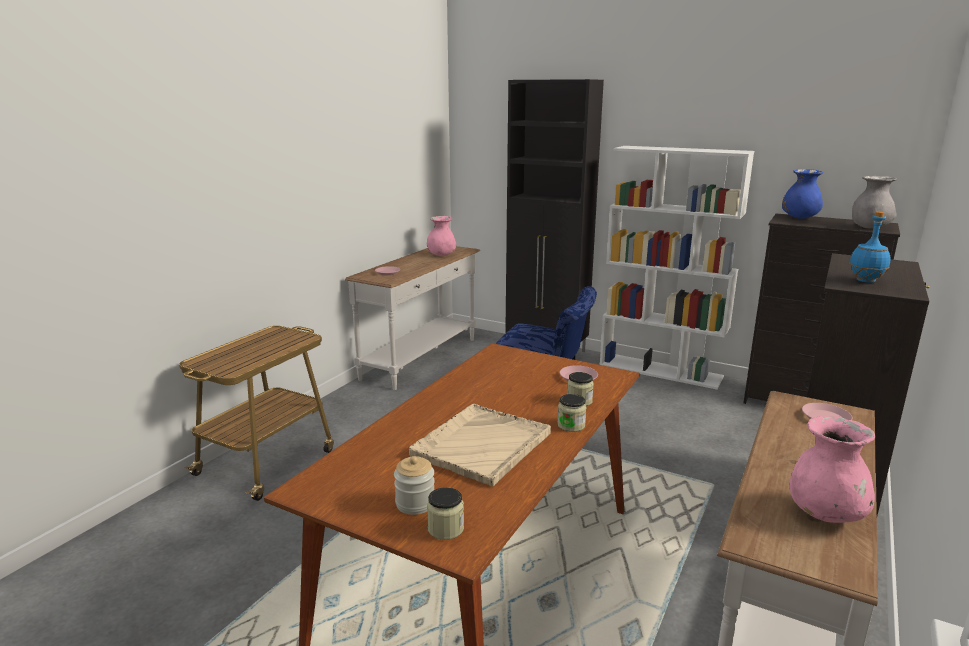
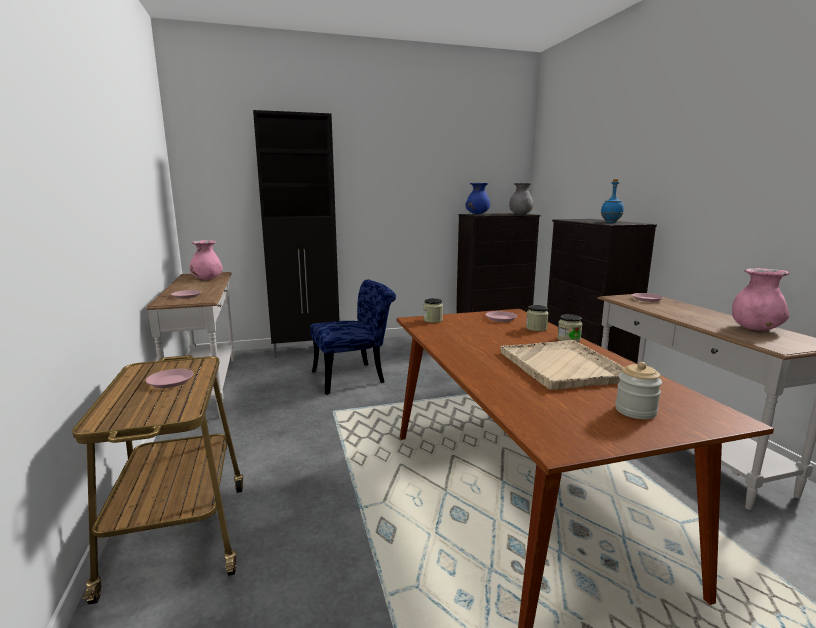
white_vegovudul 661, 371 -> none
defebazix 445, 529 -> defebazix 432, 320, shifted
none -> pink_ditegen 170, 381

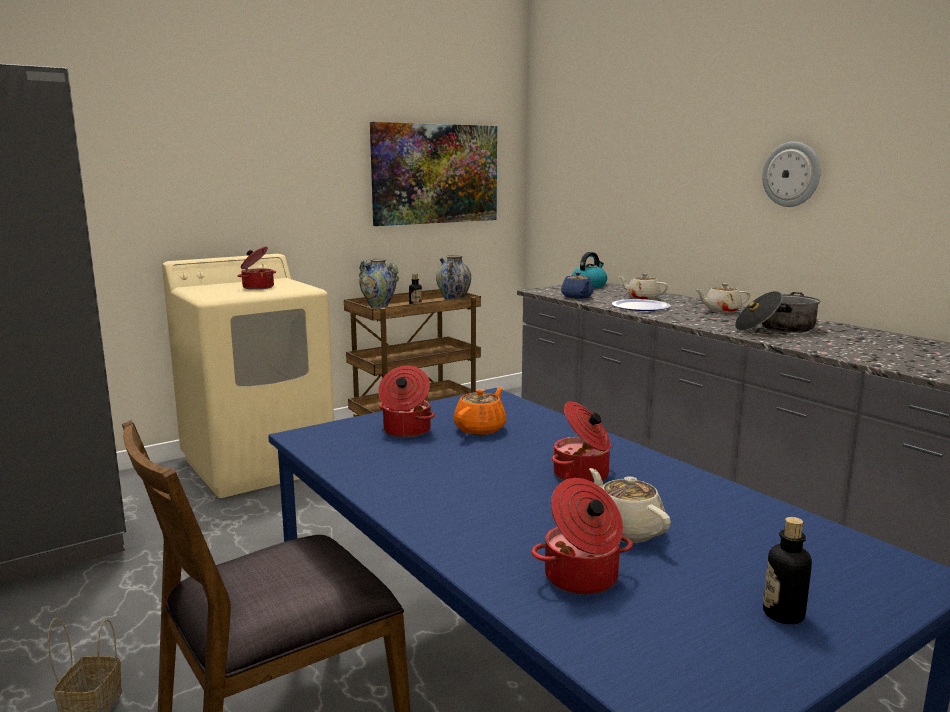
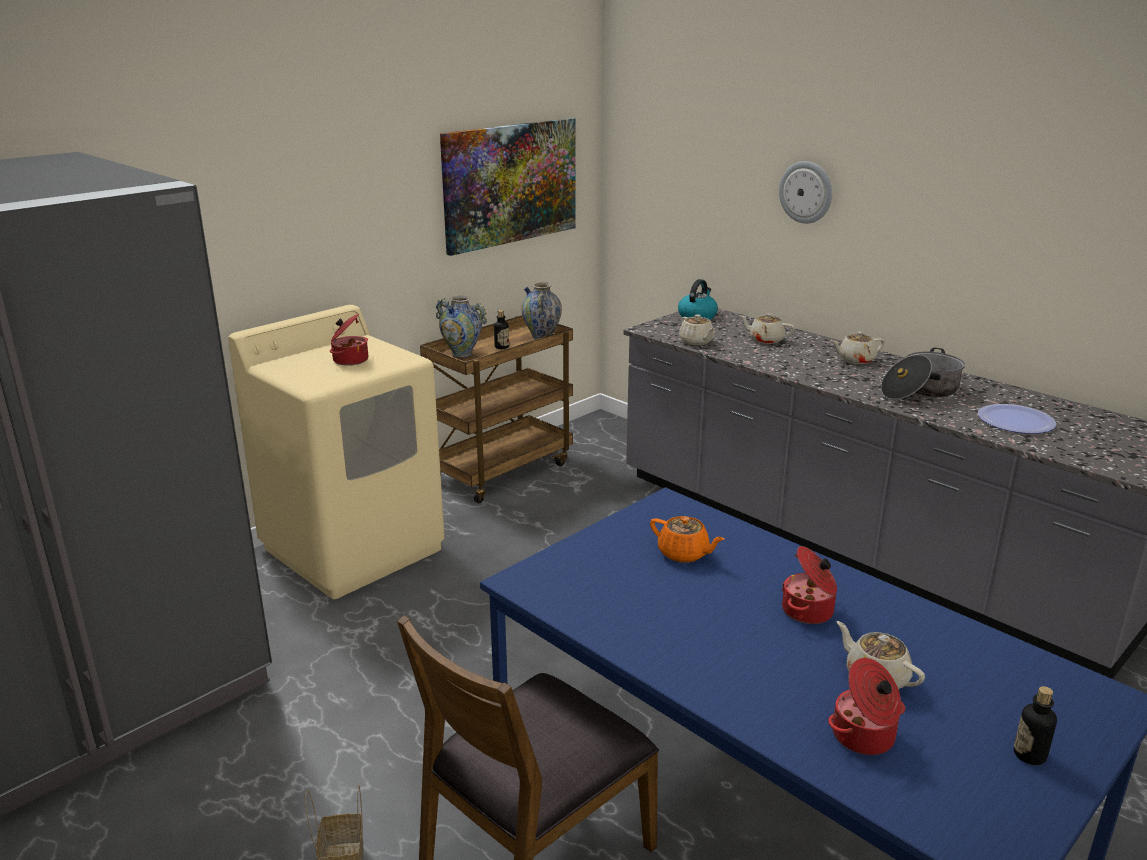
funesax 791, 174 -> funesax 806, 192, shifted
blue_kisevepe 577, 297 -> beige_kisevepe 696, 341
ditegen 640, 307 -> ditegen 1015, 421, shifted
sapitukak 406, 431 -> none
orange_kisevepe 480, 429 -> orange_kisevepe 684, 554, 105 degrees clockwise

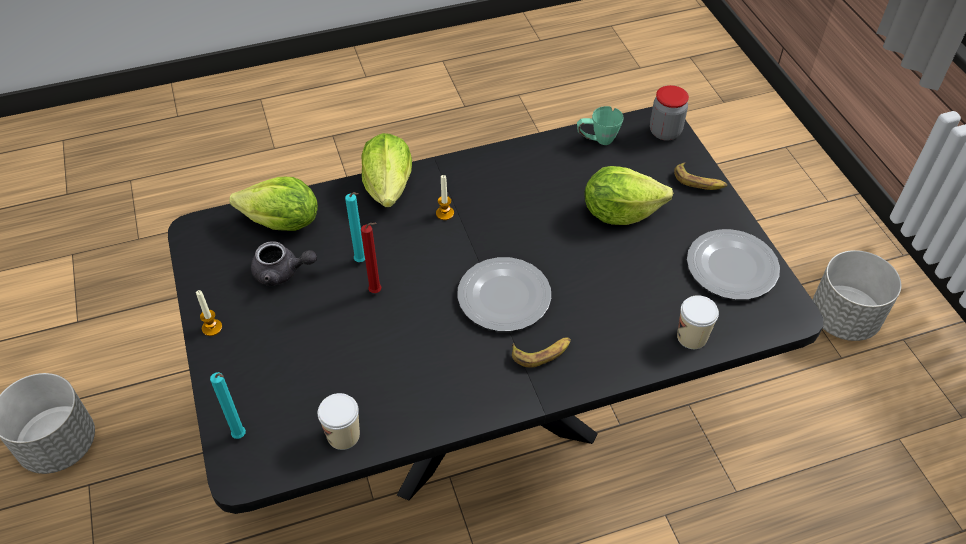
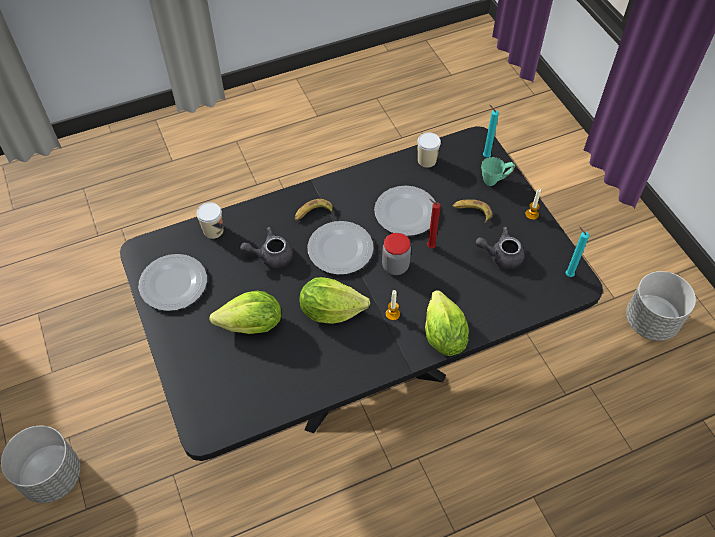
defebazix 665, 132 -> defebazix 395, 266, shifted
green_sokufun 597, 140 -> green_sokufun 495, 180, shifted
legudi 699, 181 -> legudi 472, 212, shifted
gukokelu 282, 223 -> gukokelu 330, 311, shifted
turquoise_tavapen 362, 262 -> turquoise_tavapen 567, 274, shifted
none -> ditegen 405, 212
none -> grey_kisevepe 270, 256

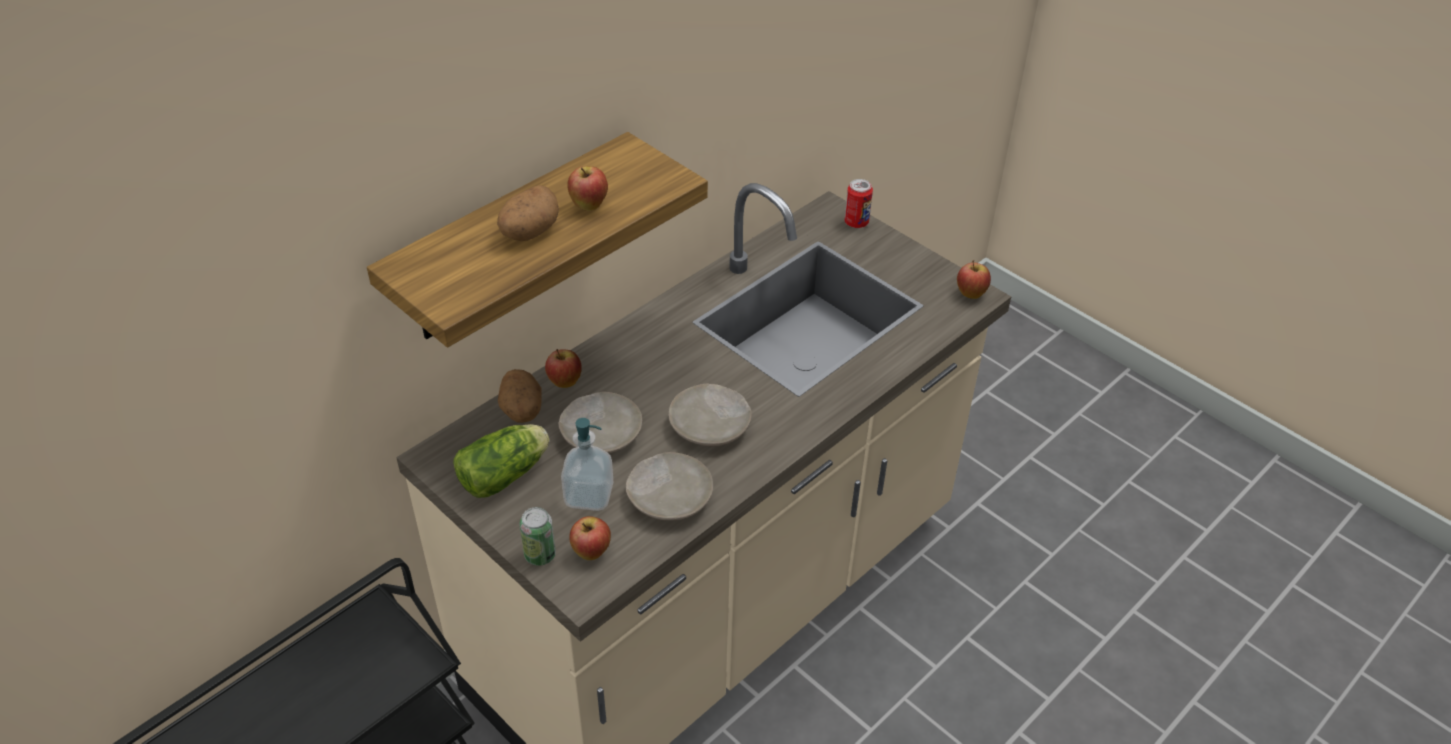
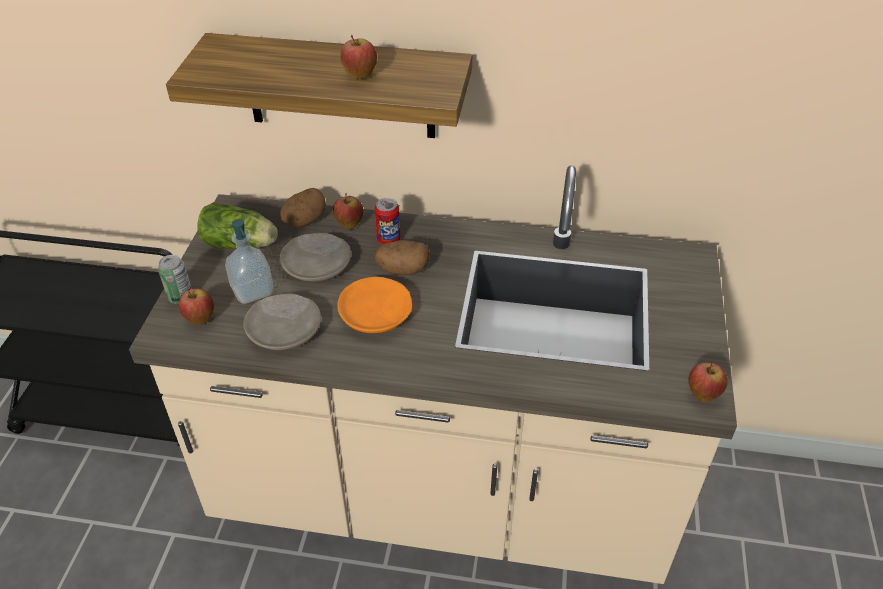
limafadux 856, 222 -> limafadux 388, 239, shifted
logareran 529, 232 -> logareran 402, 269, shifted
beige_ditegen 710, 425 -> orange_ditegen 376, 315

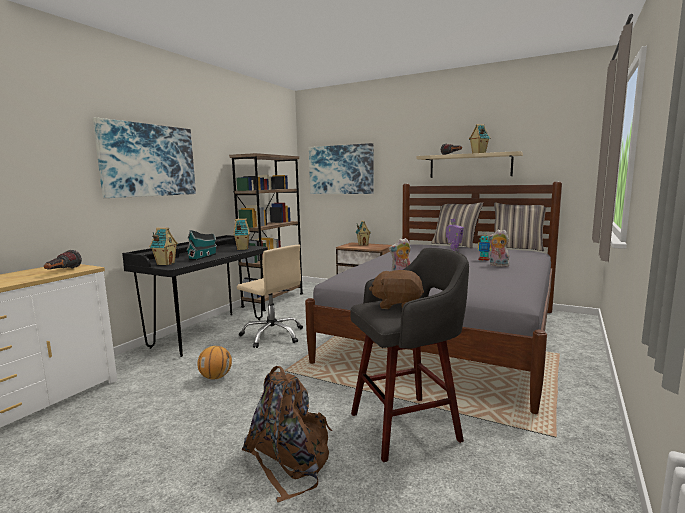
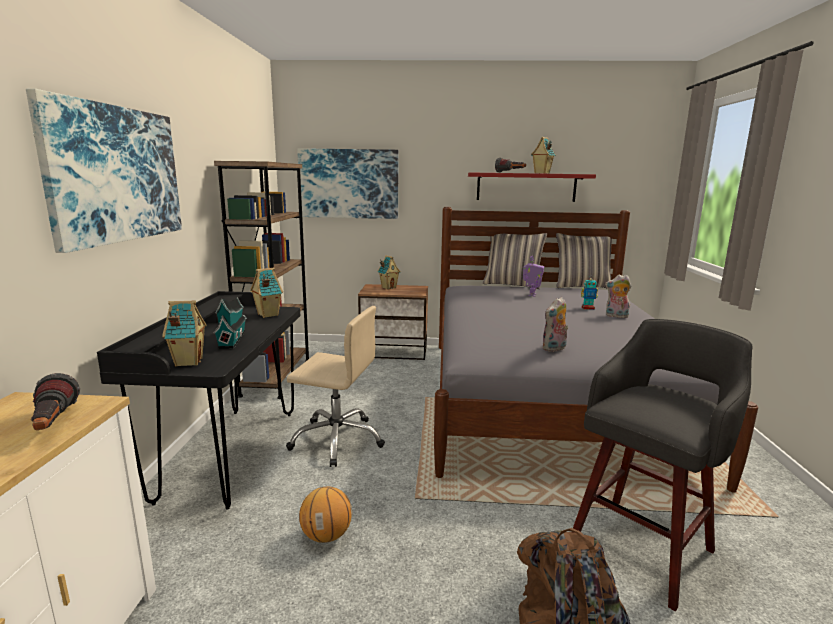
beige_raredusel 470, 166 -> red_raredusel 526, 187
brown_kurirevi 397, 305 -> none

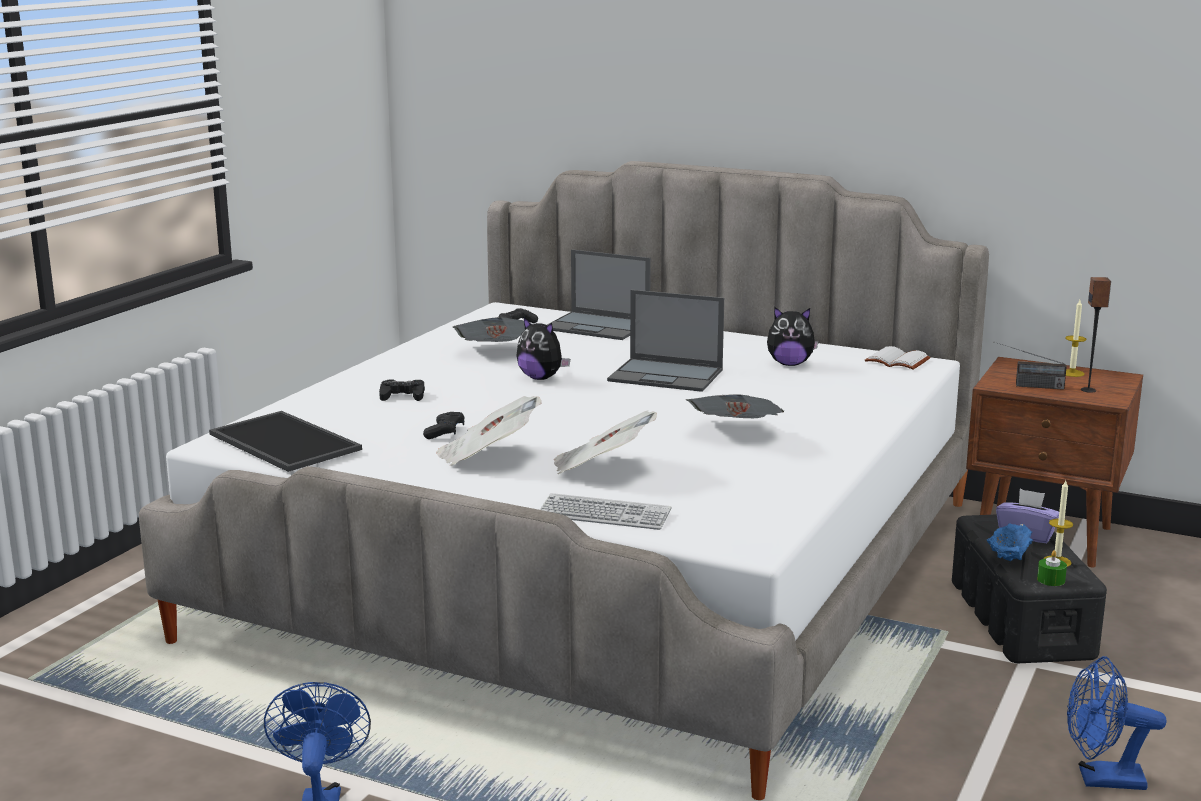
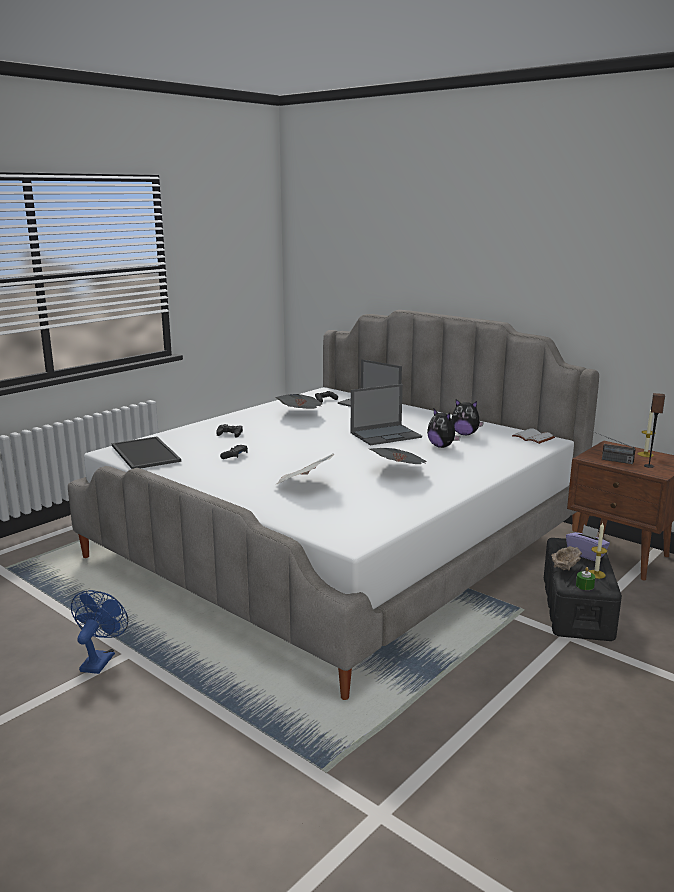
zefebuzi 667, 376 -> zefebuzi 386, 435, 60 degrees counterclockwise
kurirevi 541, 378 -> kurirevi 442, 446, shifted
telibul 487, 457 -> none
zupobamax 604, 514 -> none
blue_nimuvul 1007, 558 -> beige_nimuvul 564, 568
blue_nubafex 1101, 779 -> none

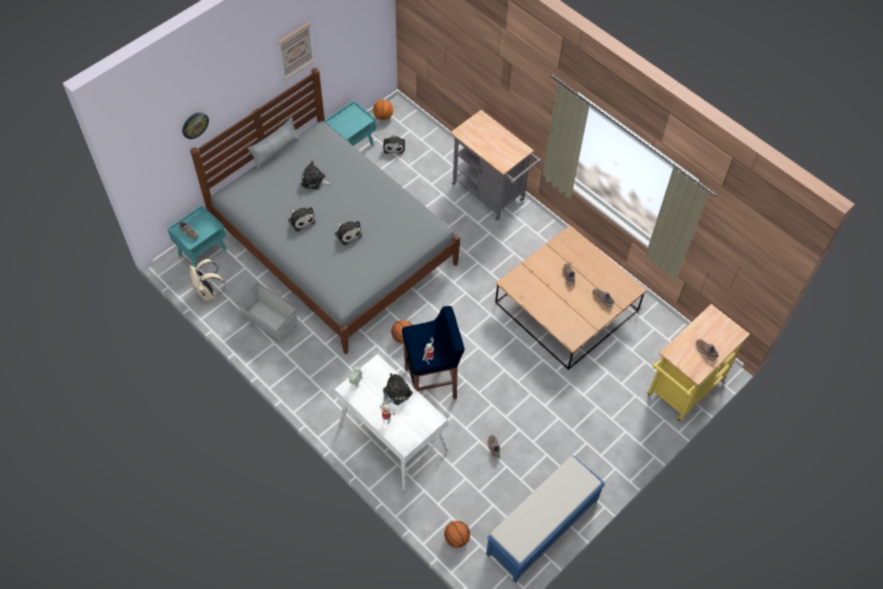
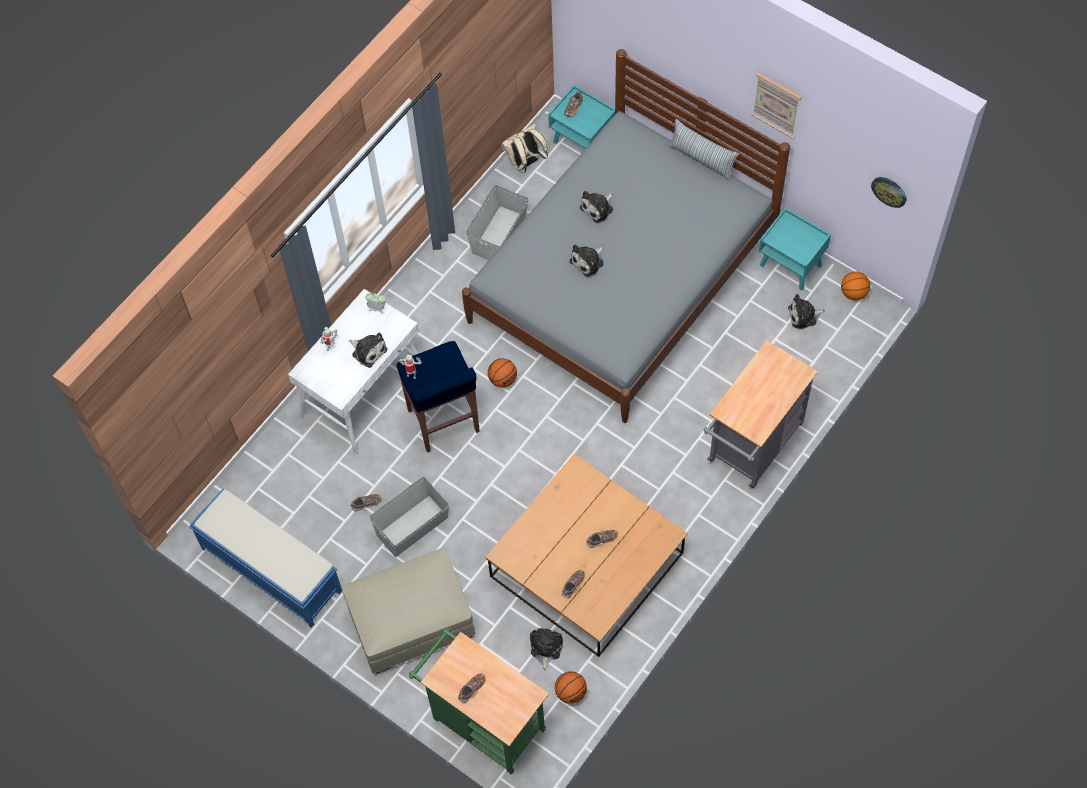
funesax 194, 125 -> funesax 889, 191, shifted
kurirevi 314, 181 -> kurirevi 545, 647, shifted
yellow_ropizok 682, 390 -> green_ropizok 483, 721
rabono 456, 538 -> rabono 571, 692, shifted
none -> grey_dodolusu 411, 526
none -> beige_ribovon 412, 621

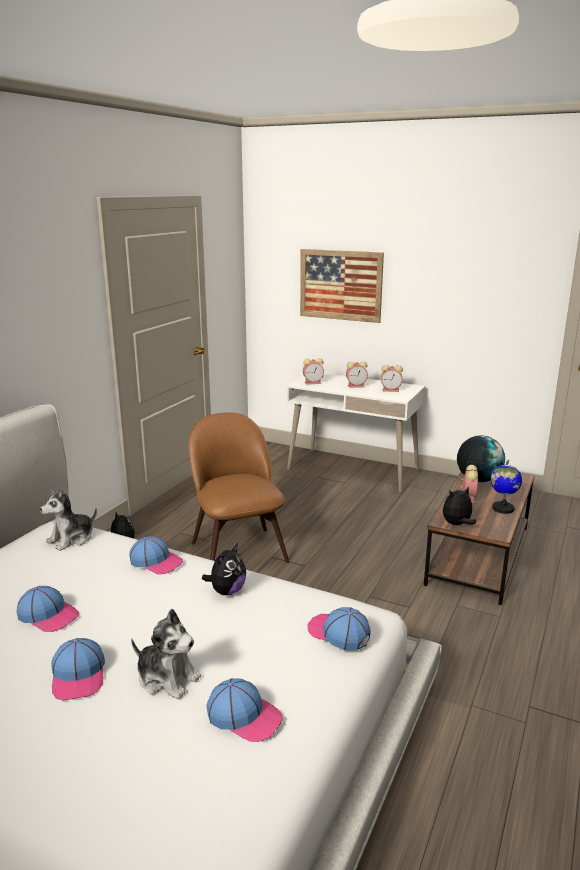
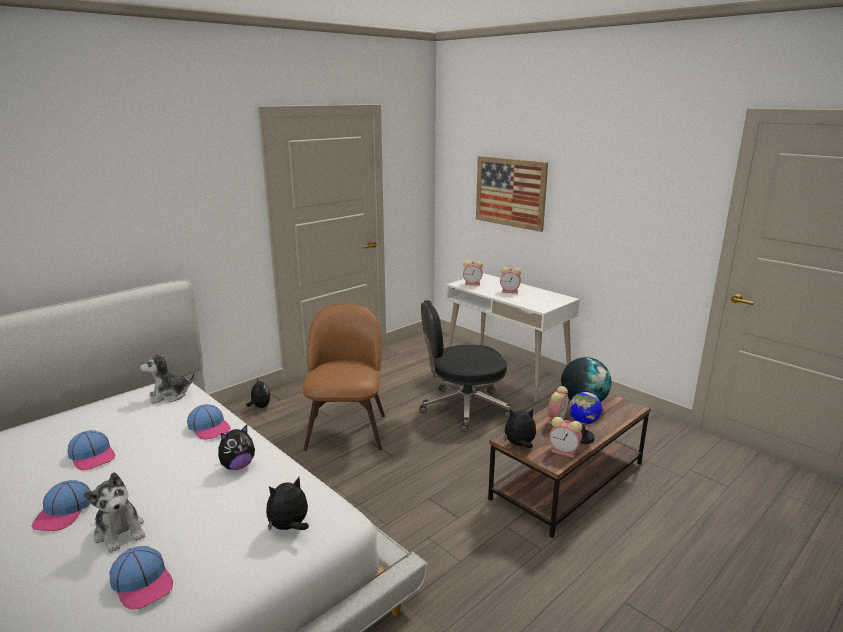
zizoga 391, 390 -> zizoga 565, 452, shifted
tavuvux 338, 633 -> kurirevi 289, 527
none -> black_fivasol 463, 408

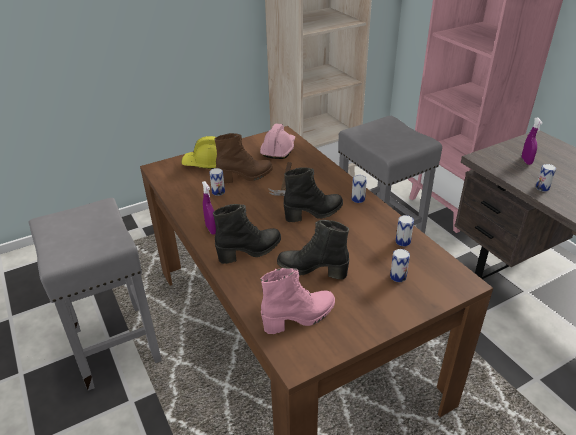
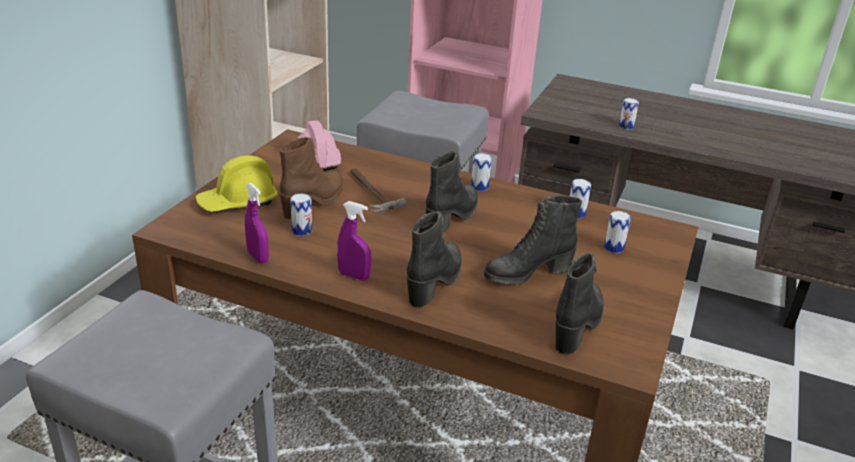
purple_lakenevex 526, 161 -> purple_lakenevex 258, 257, shifted
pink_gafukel 300, 318 -> black_gafukel 577, 325

